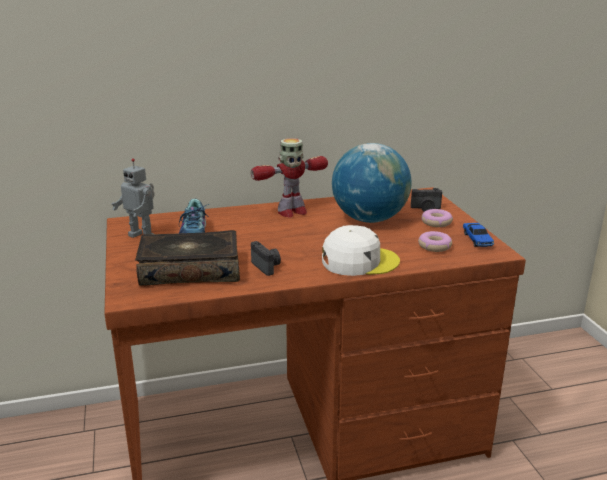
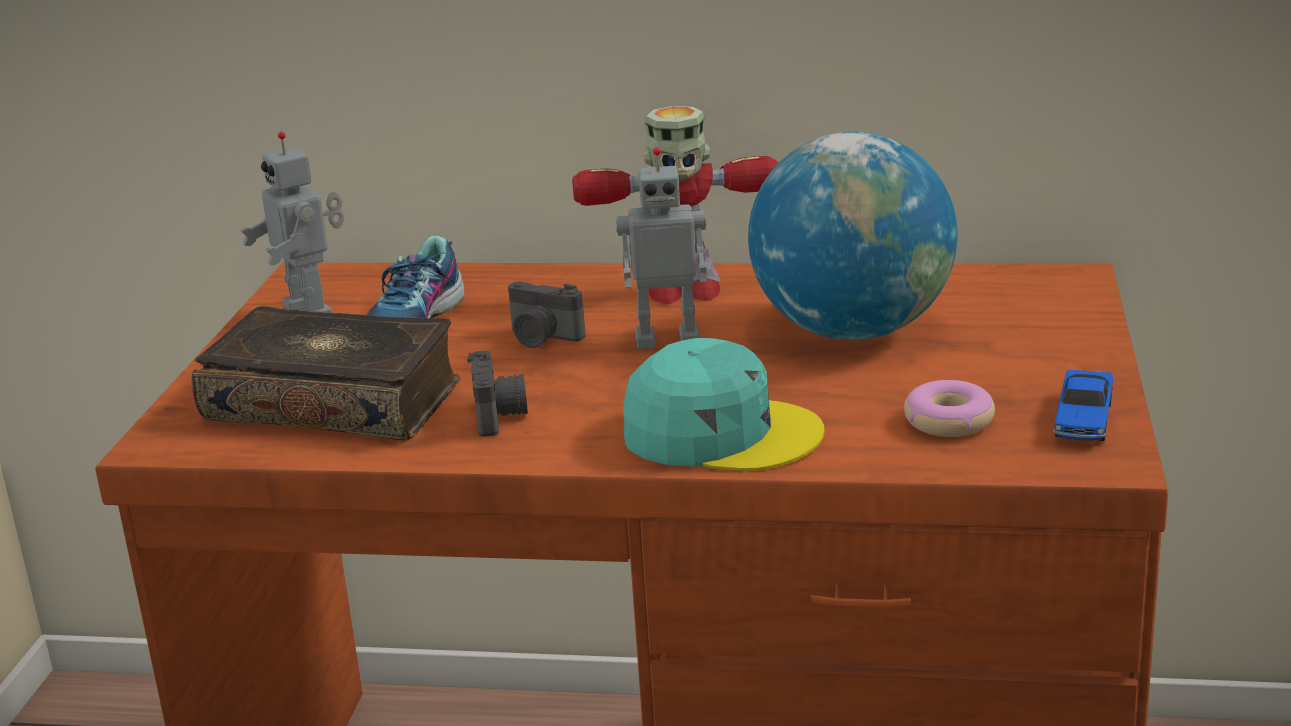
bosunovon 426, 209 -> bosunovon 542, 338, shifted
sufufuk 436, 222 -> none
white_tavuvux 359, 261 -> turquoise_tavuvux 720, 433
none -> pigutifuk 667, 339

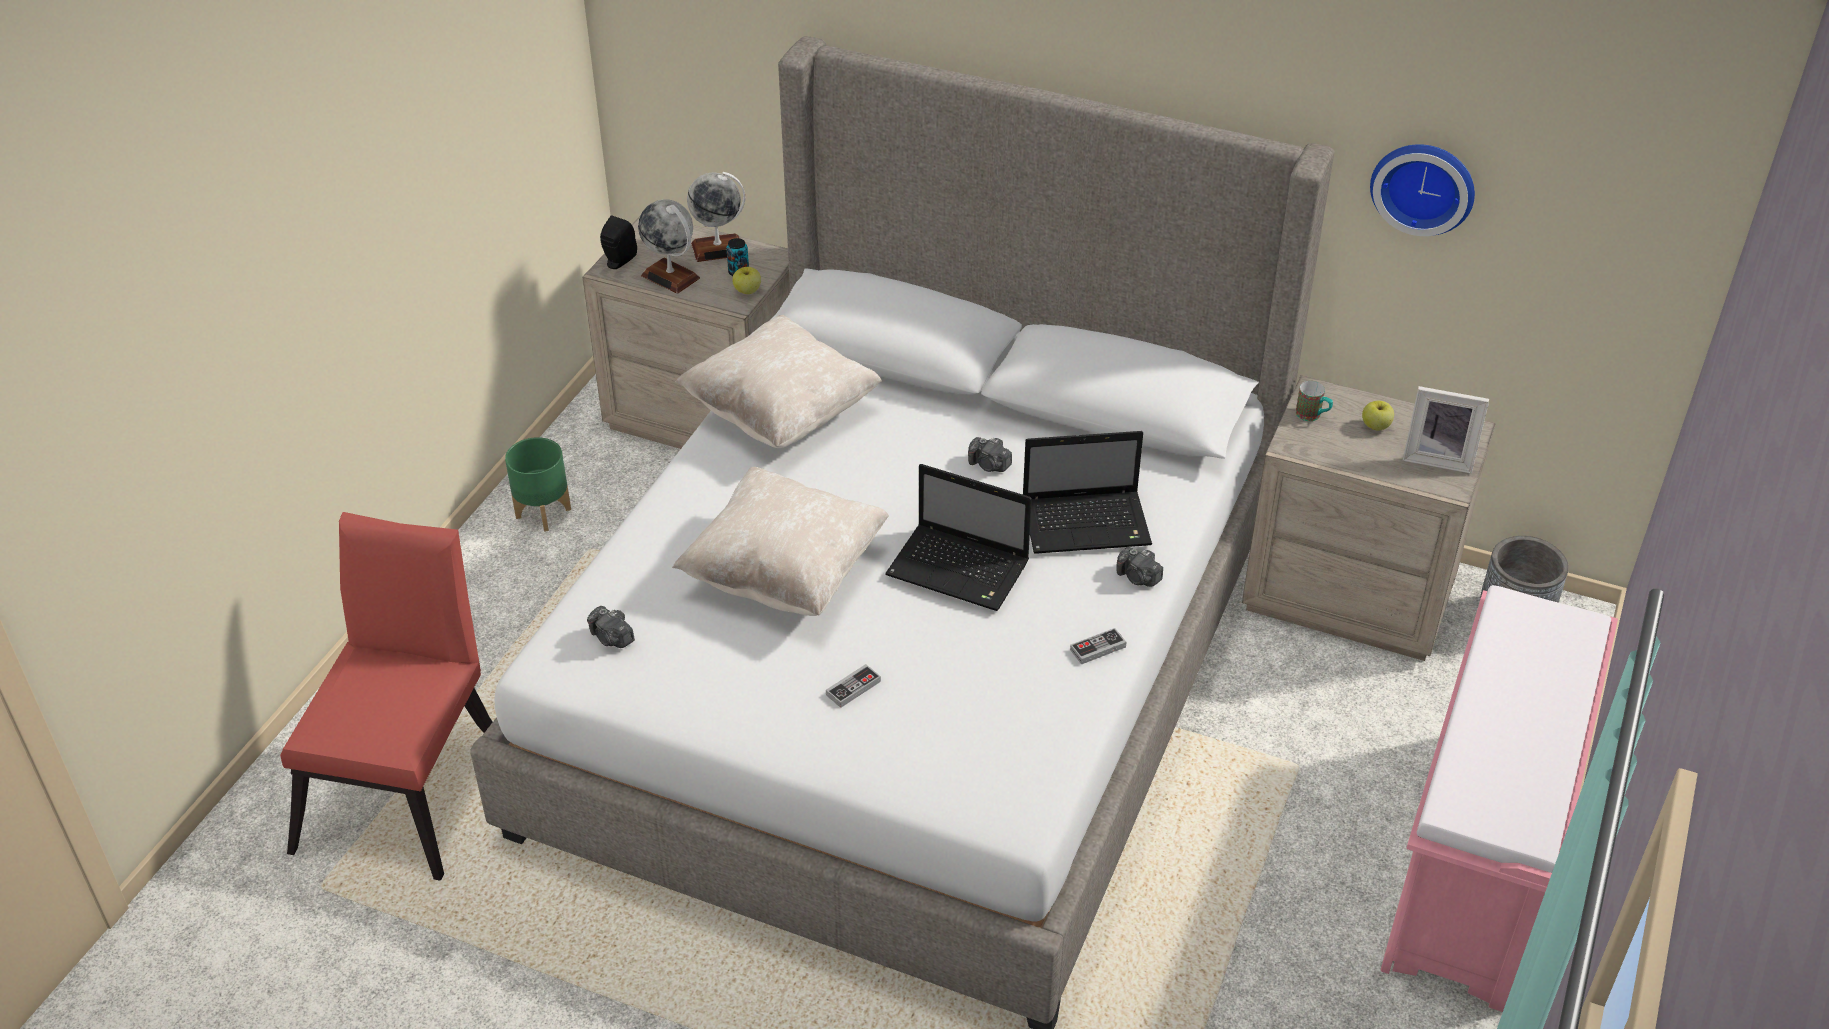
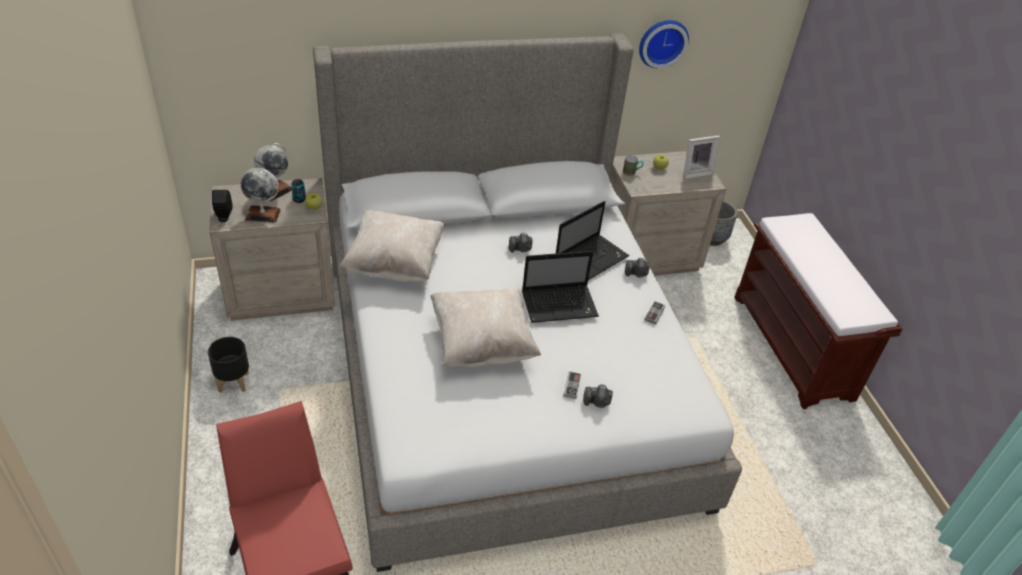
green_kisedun 542, 513 -> black_kisedun 233, 383
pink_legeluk 1476, 867 -> brown_legeluk 793, 347
bosunovon 611, 638 -> bosunovon 597, 402, shifted

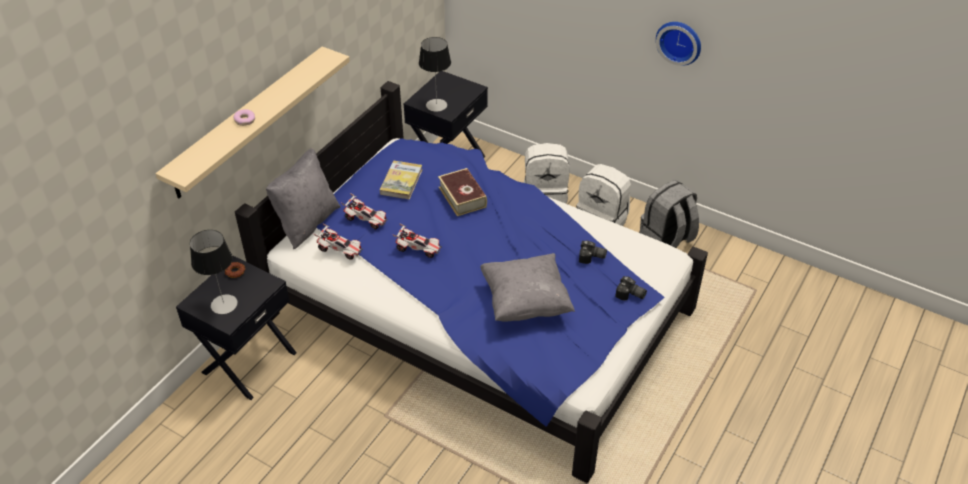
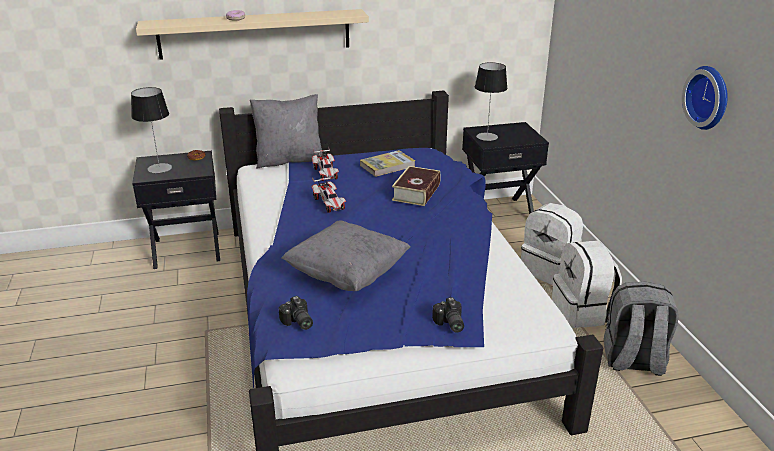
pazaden 340, 249 -> none
bosunovon 592, 257 -> bosunovon 297, 323, shifted

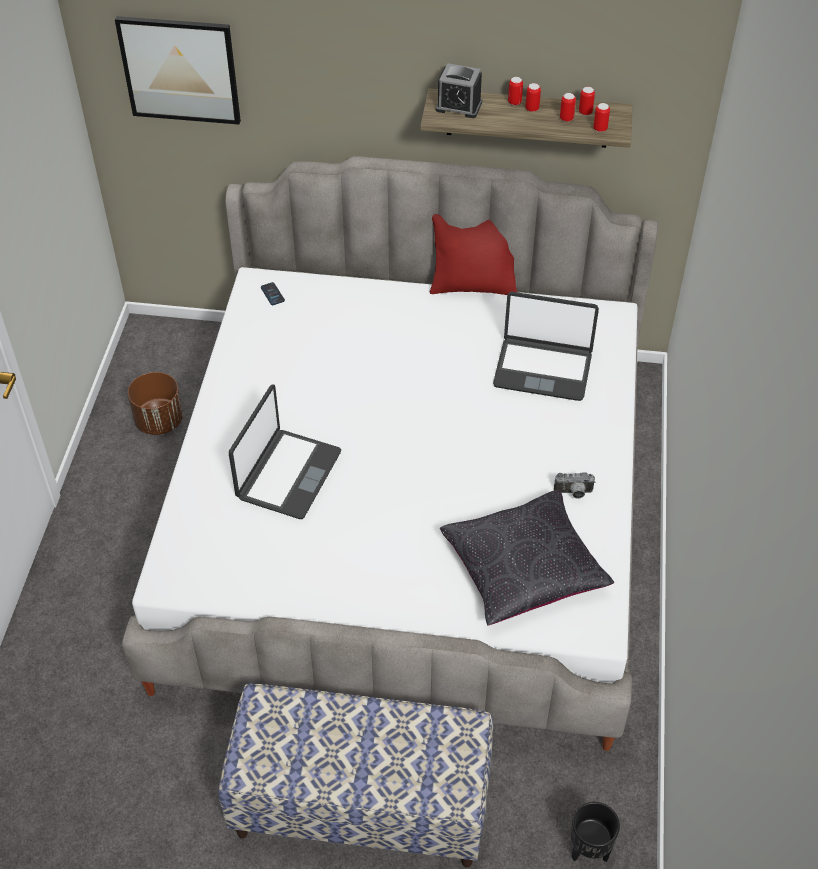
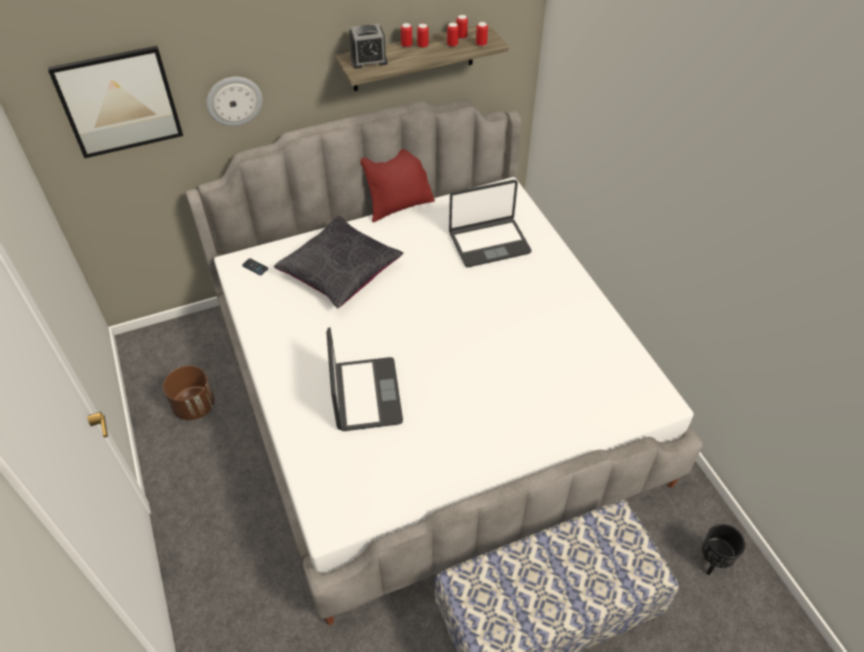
bosunovon 573, 493 -> none
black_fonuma 523, 569 -> black_fonuma 340, 272, shifted
none -> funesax 234, 100

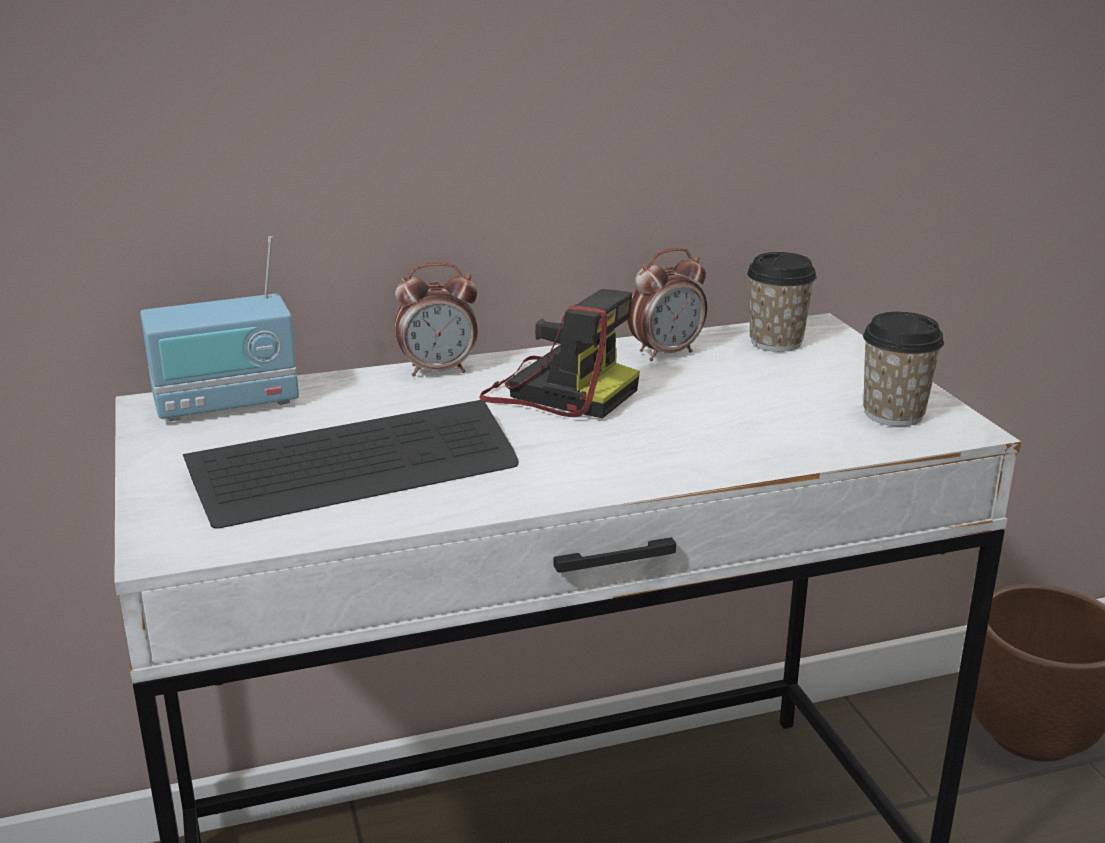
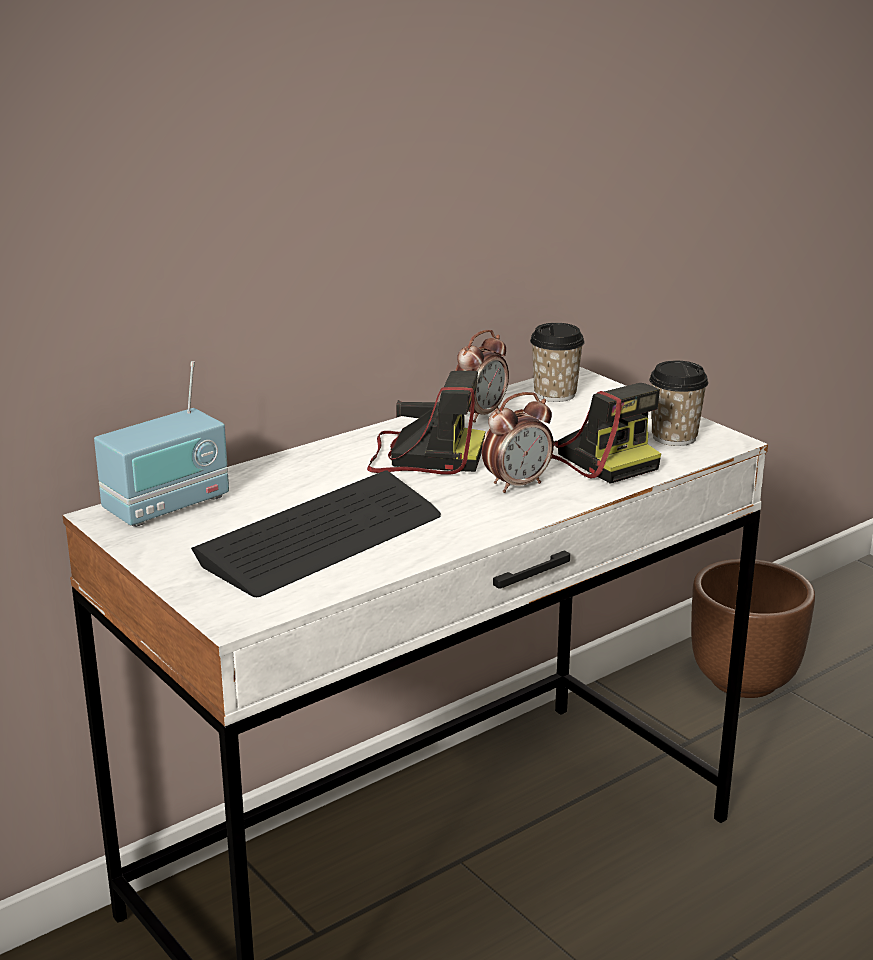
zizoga 438, 370 -> zizoga 517, 484, shifted
none -> bosunovon 598, 457

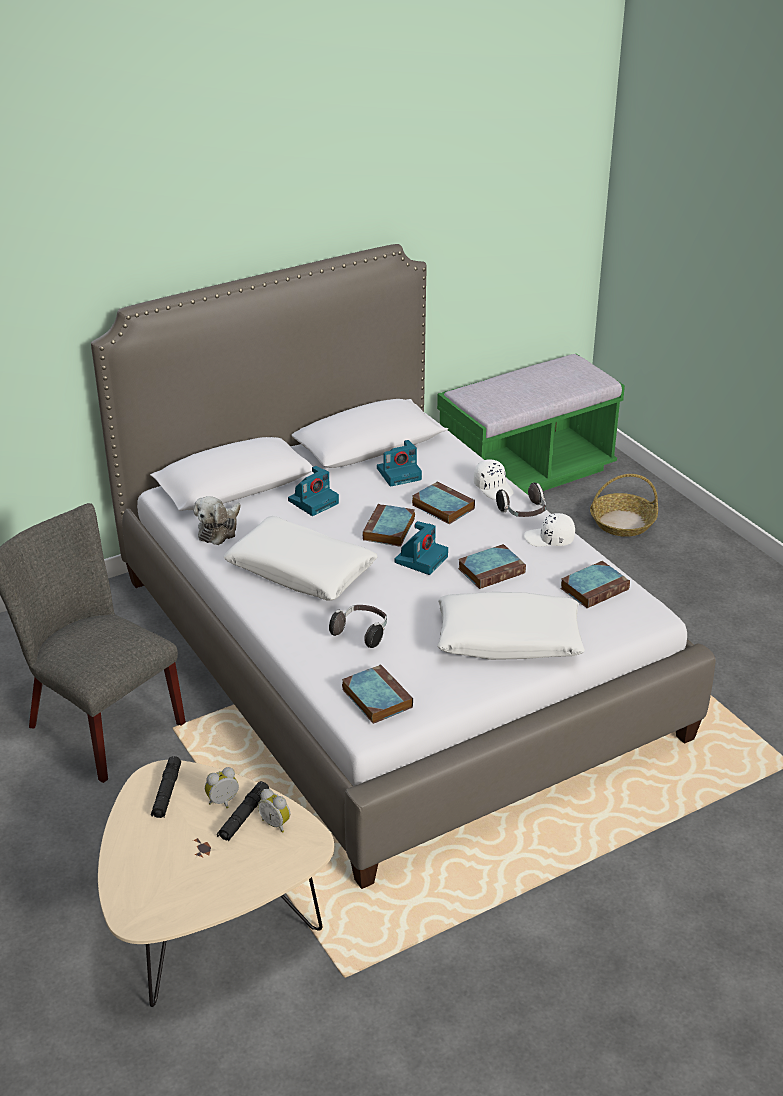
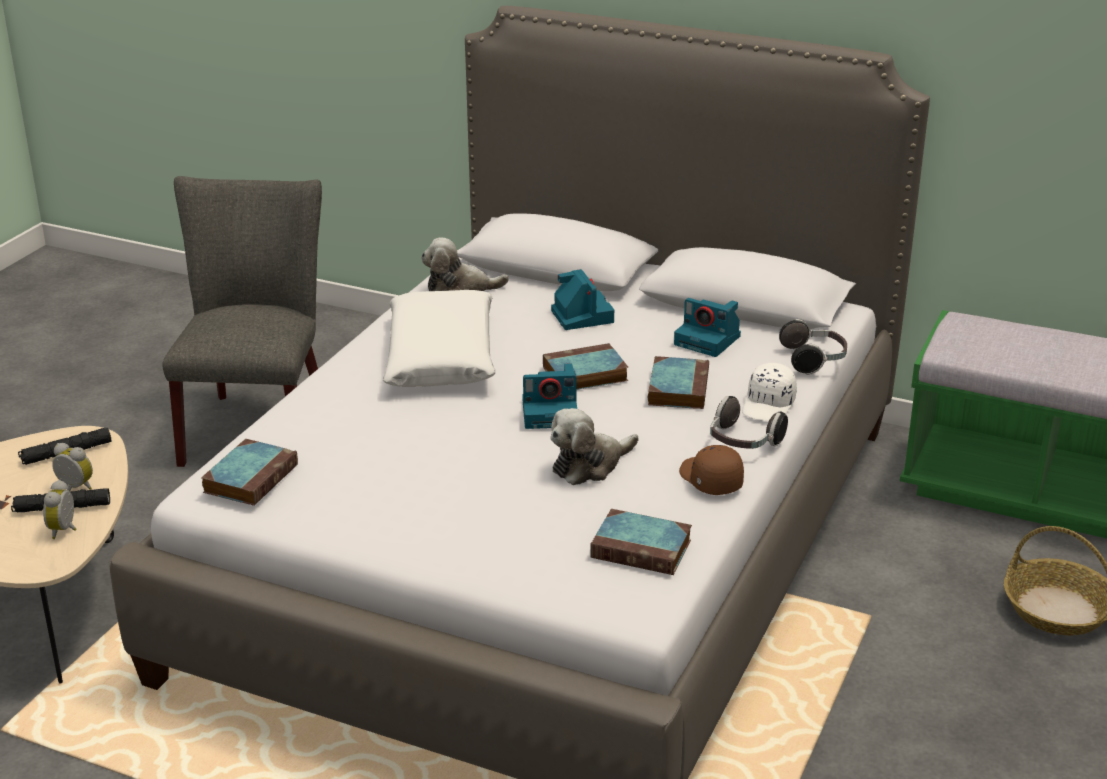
bosunovon 314, 501 -> bosunovon 581, 315, 120 degrees counterclockwise
white_tavuvux 549, 539 -> brown_tavuvux 709, 480
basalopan 492, 570 -> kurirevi 589, 465
white_fonuma 508, 639 -> none
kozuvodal 361, 633 -> kozuvodal 814, 360, shifted

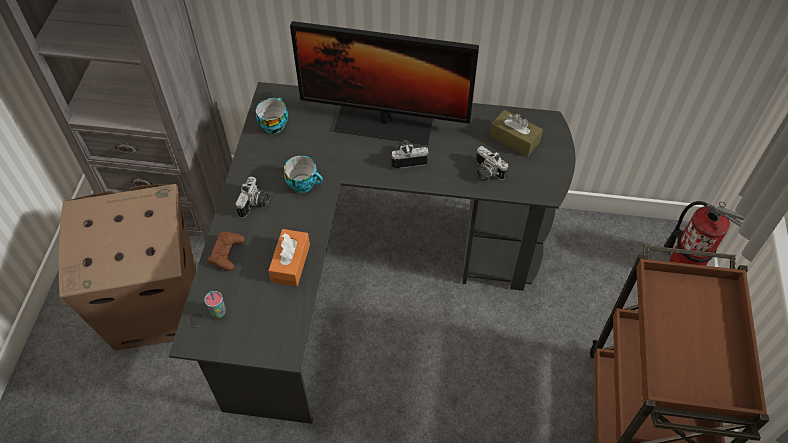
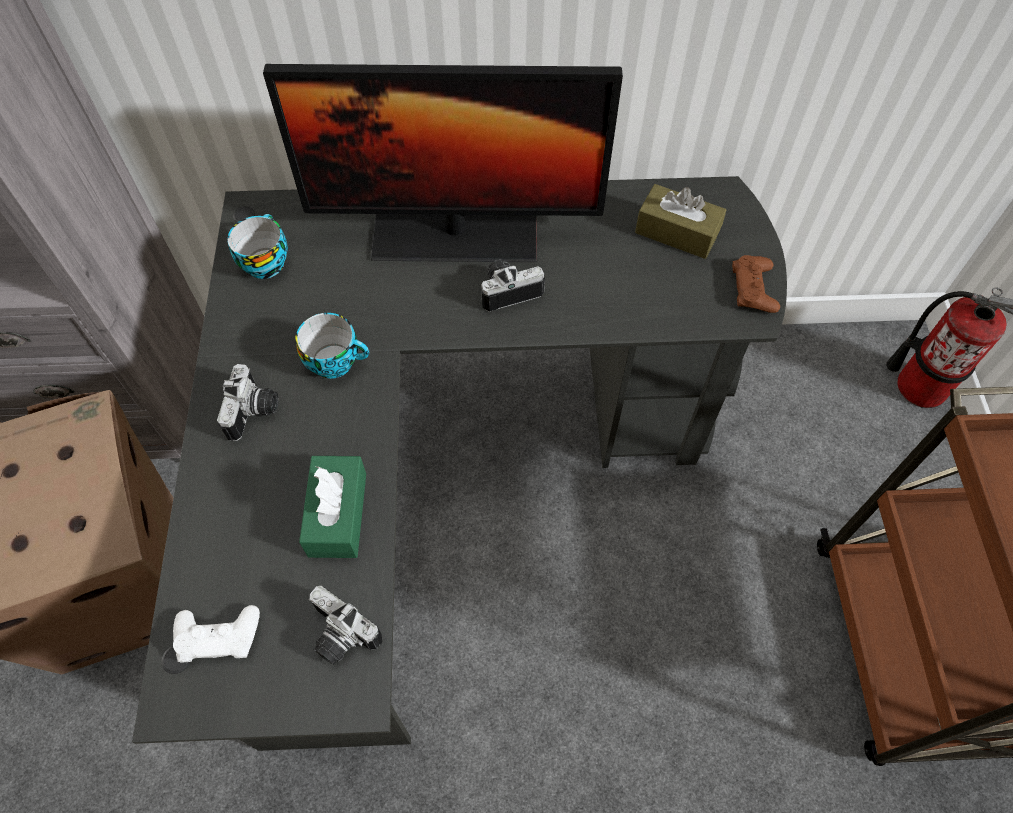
bosunovon 486, 173 -> bosunovon 339, 636, shifted
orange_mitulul 291, 263 -> green_mitulul 337, 514
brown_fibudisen 227, 253 -> brown_fibudisen 753, 288, shifted
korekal 218, 312 -> white_fibudisen 218, 636

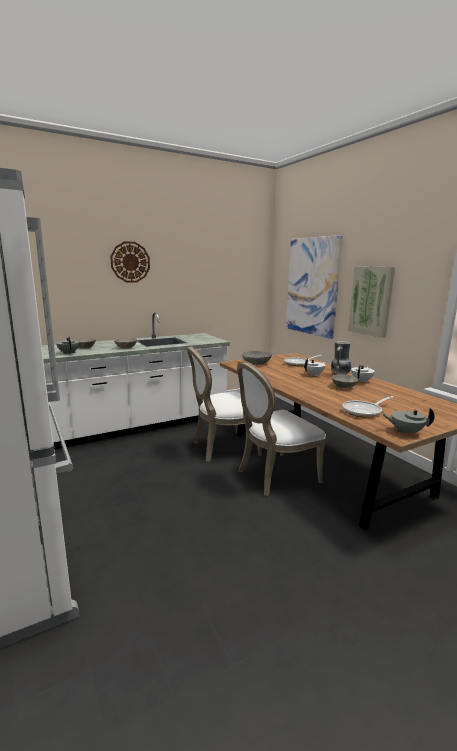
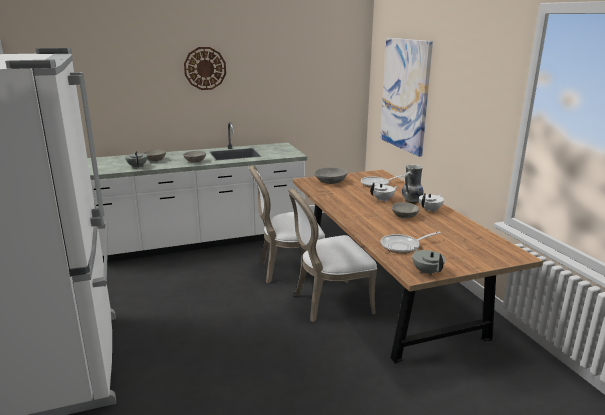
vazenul 371, 301 -> none
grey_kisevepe 406, 432 -> grey_kisevepe 427, 271, 45 degrees clockwise

